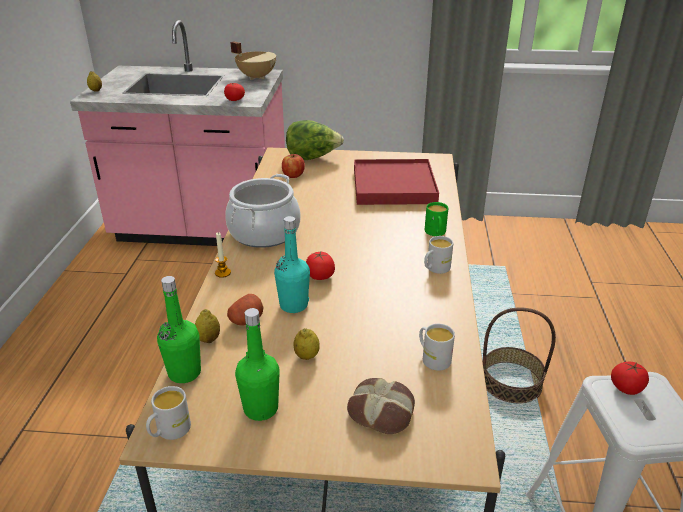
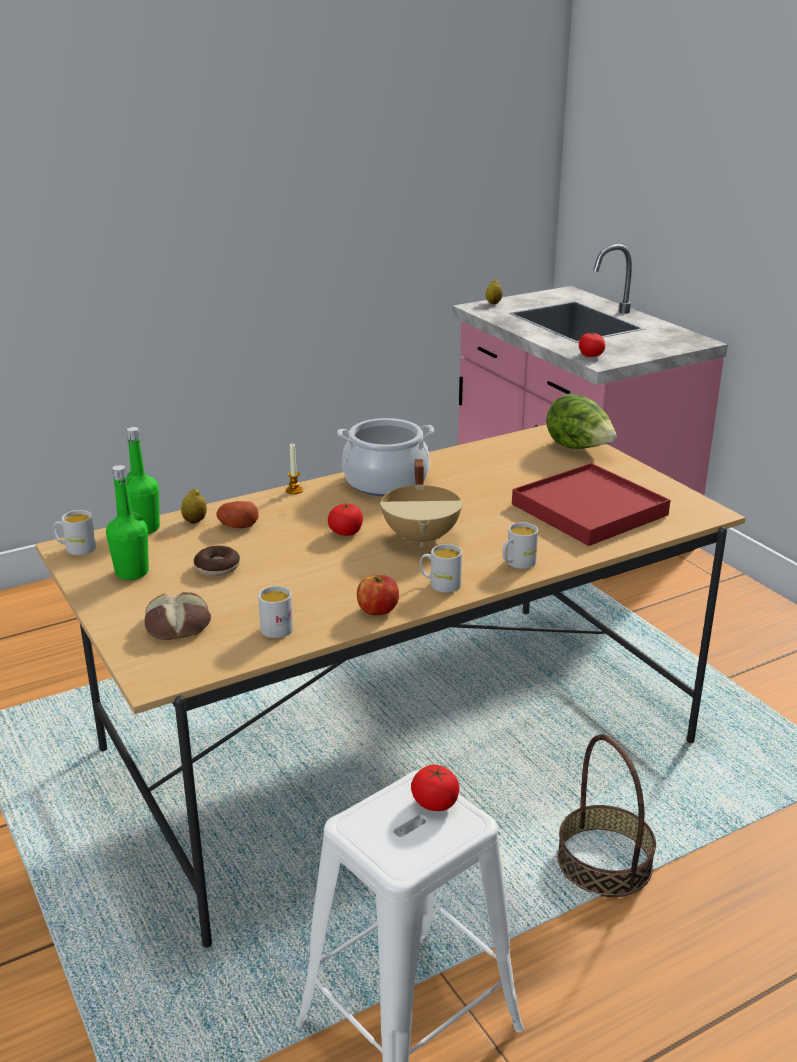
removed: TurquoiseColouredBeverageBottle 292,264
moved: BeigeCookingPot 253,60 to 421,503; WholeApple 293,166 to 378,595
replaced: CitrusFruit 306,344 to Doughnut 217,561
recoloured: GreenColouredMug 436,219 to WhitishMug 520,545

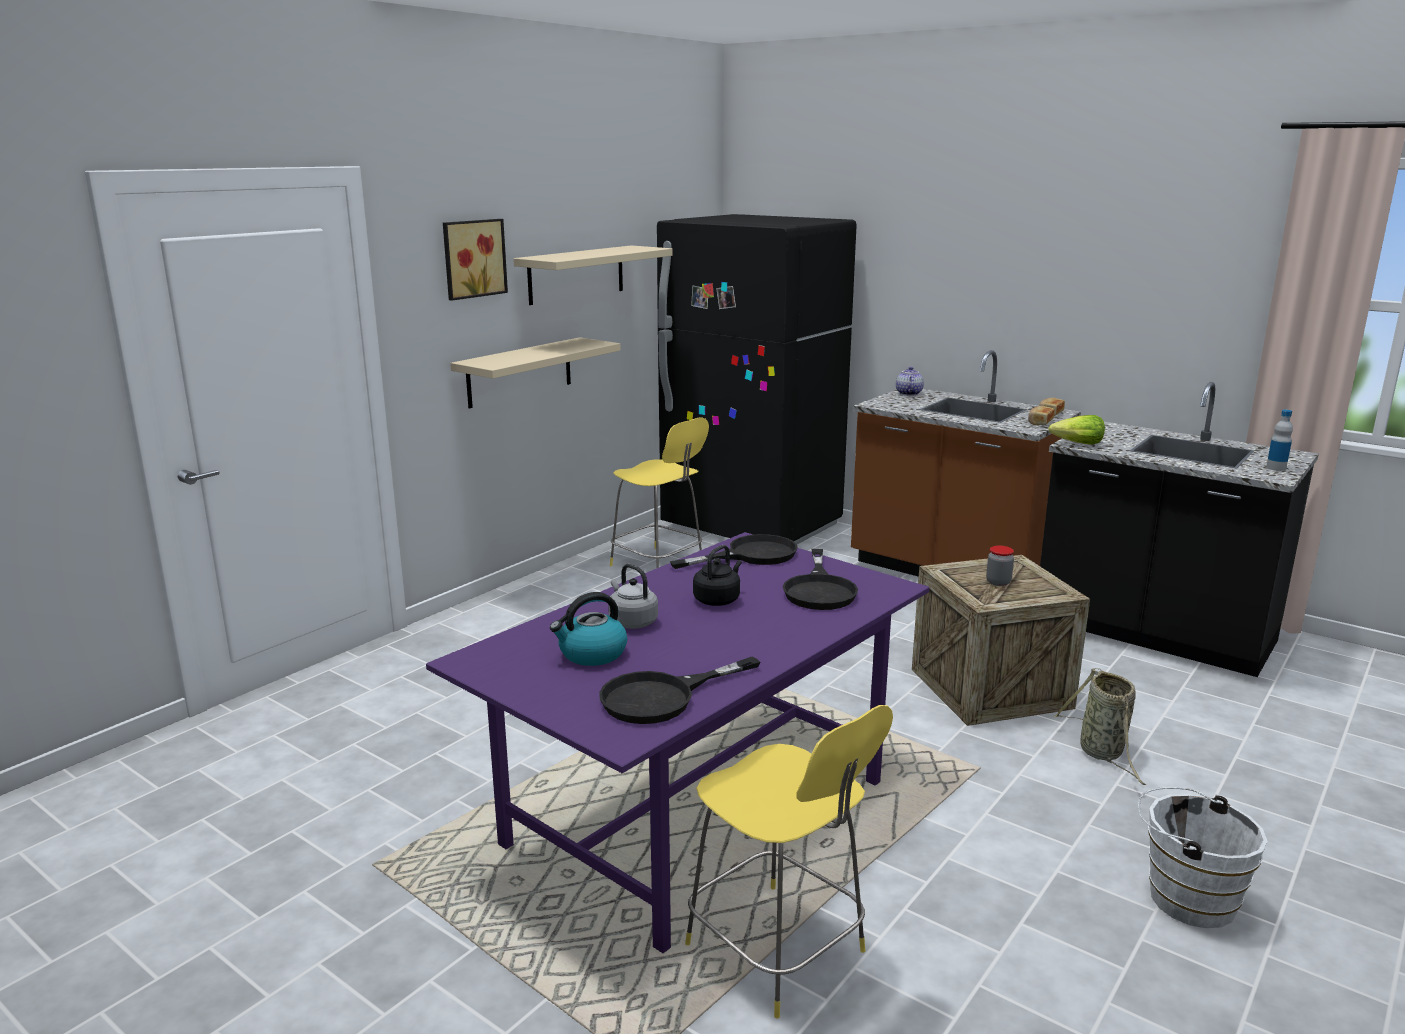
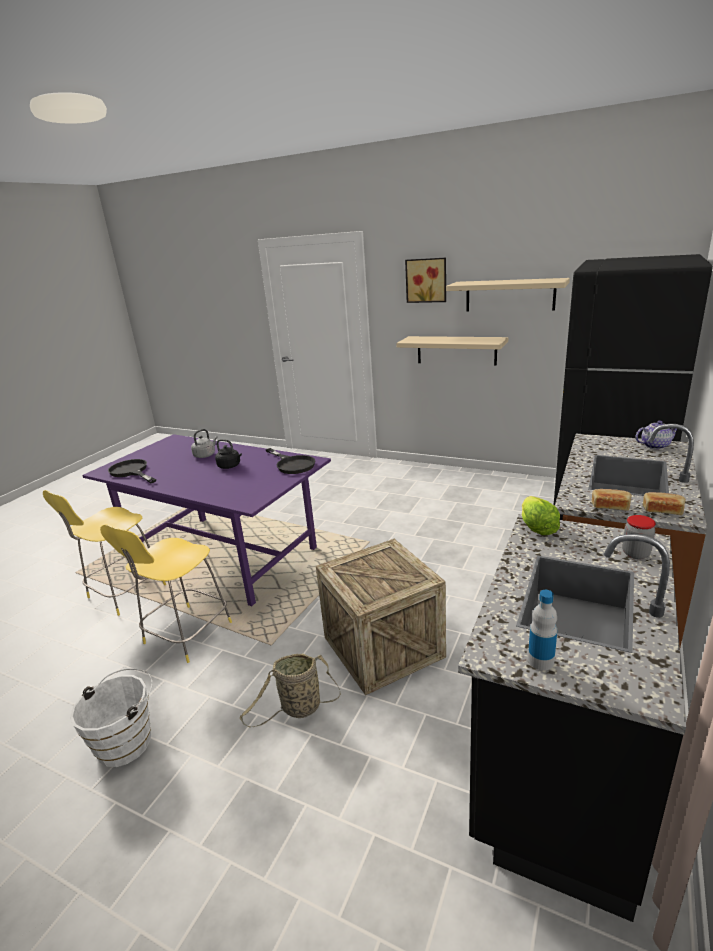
removed: Kettle 588,629; BlackishPan 820,579
moved: YellowColouredStoolSeat 659,493 to 166,594; Jar 1000,566 to 639,537

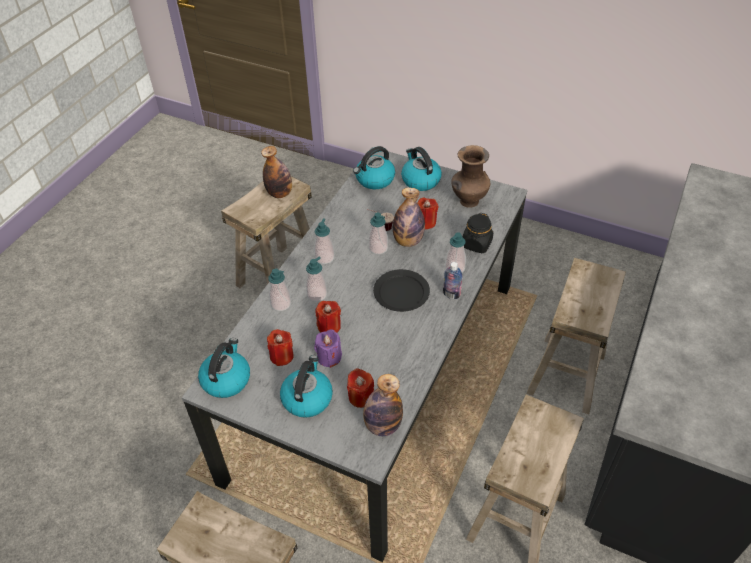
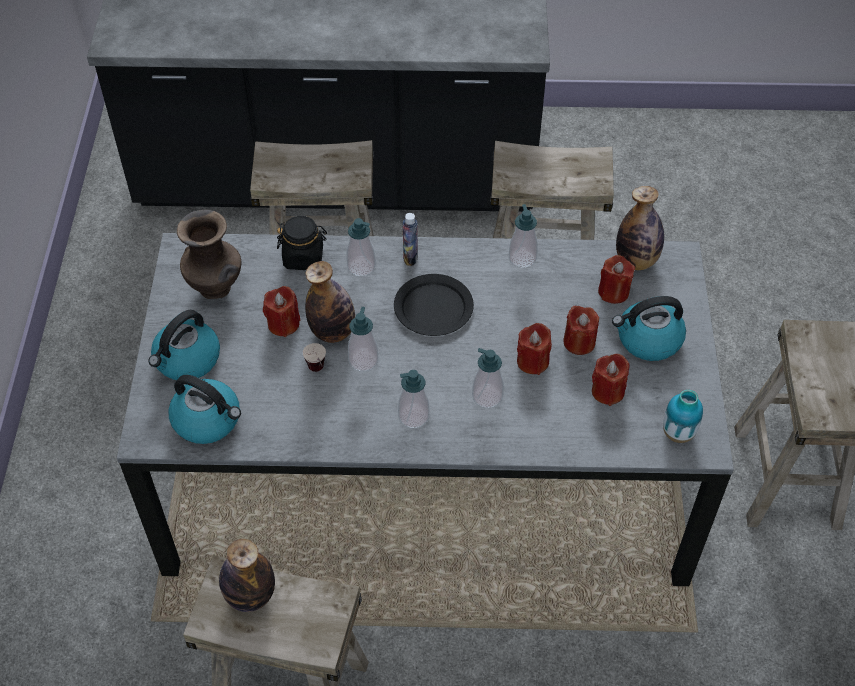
moved: SoapBottle 279,289 to 523,236
replaced: Kettle 224,368 to DecorativeVase 683,416
recoloured: PurplishCandle 328,348 to RedCandle 581,330

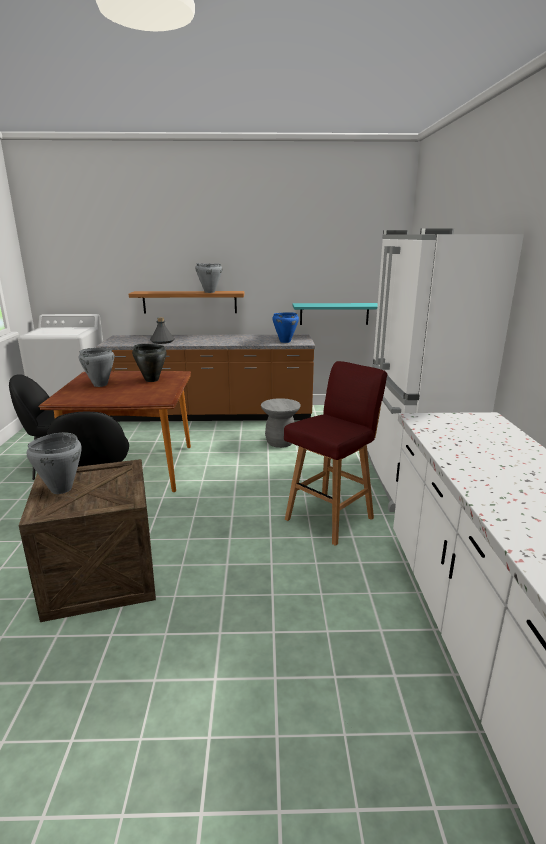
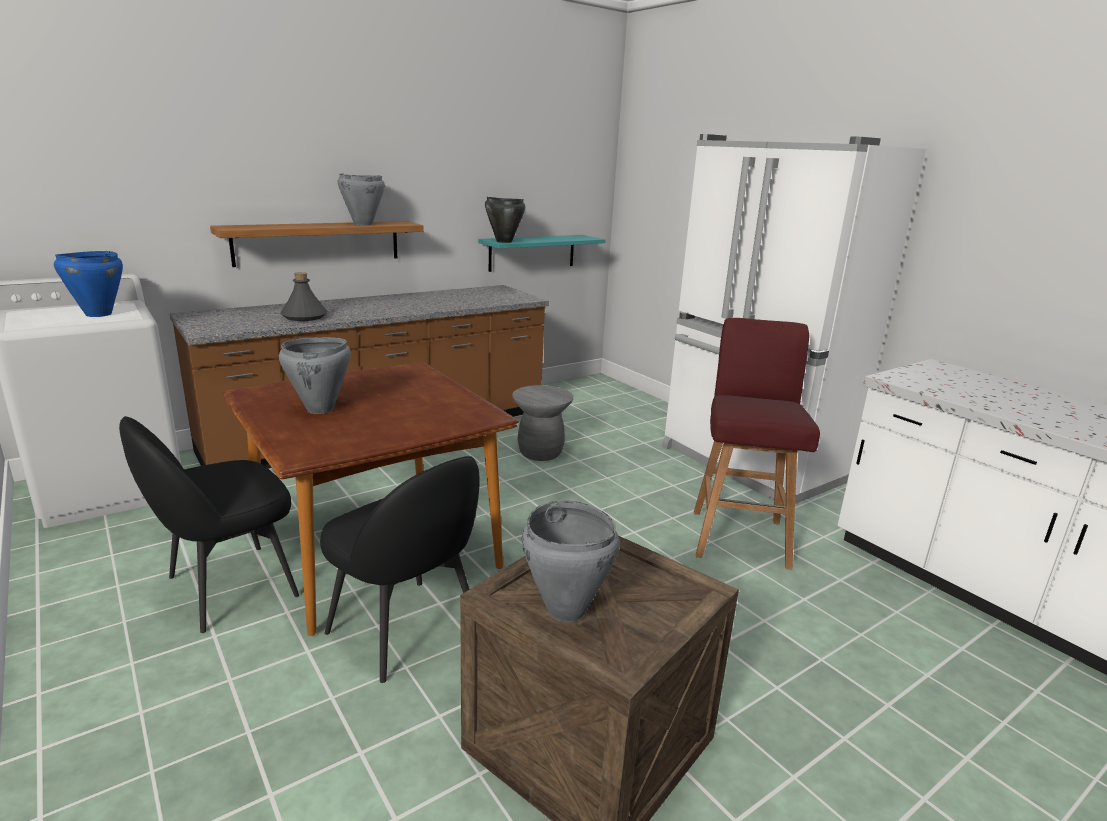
moved: BlackishCookingPot 149,363 to 505,220; BlueColouredCookingPot 285,327 to 88,284

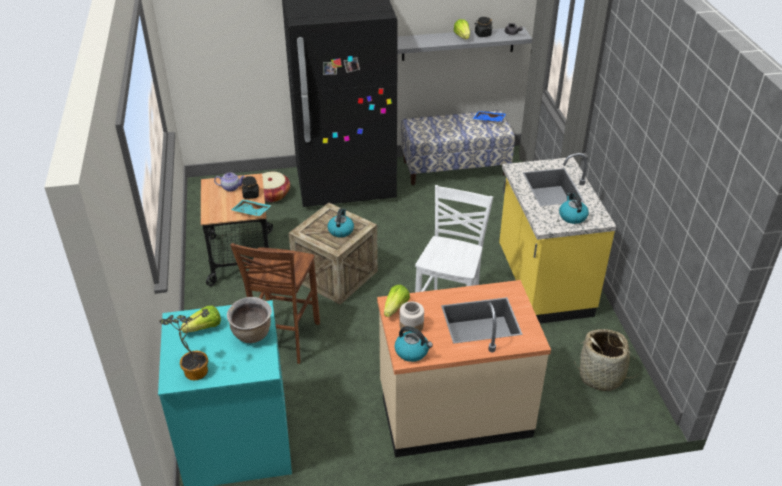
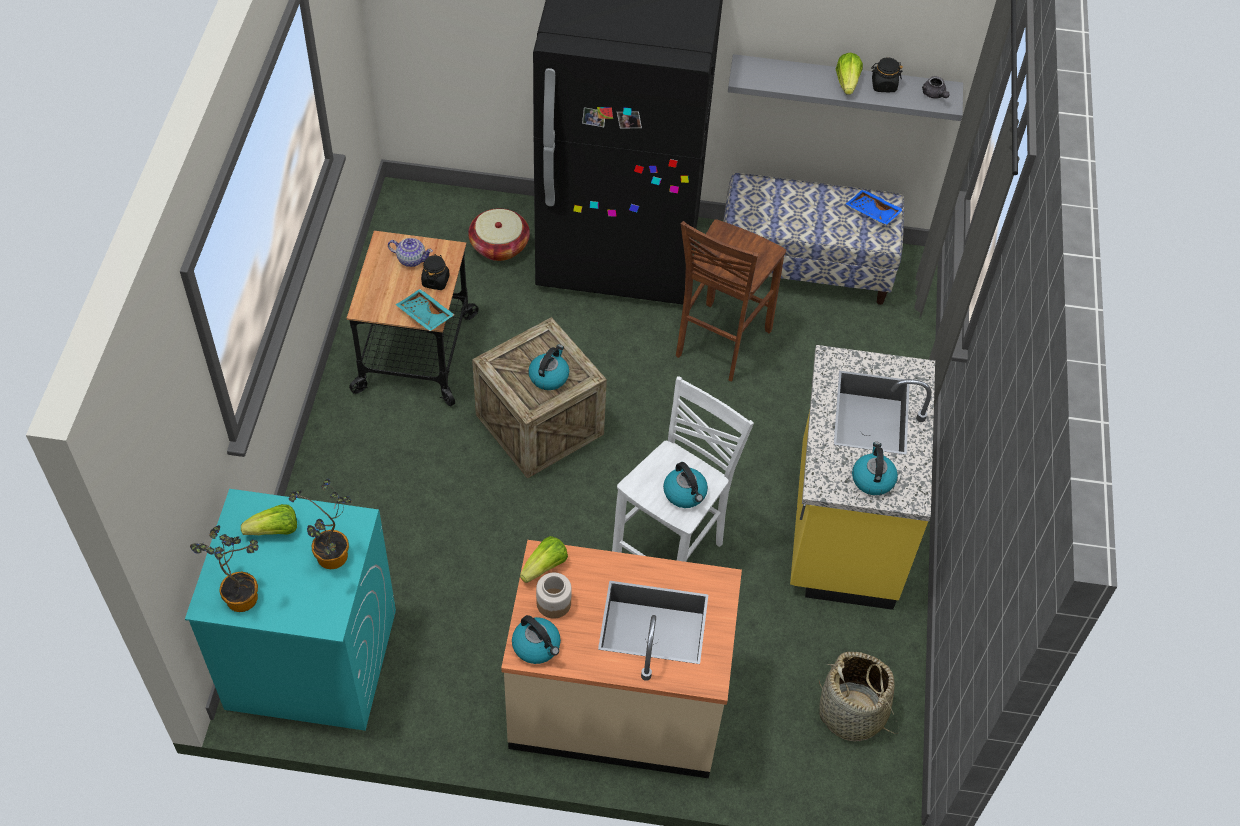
added: Kettle 685,485
moved: BrownishStoolSeat 275,303 to 731,300
replaced: BrownishCookingPot 249,320 to Houseplant 320,524

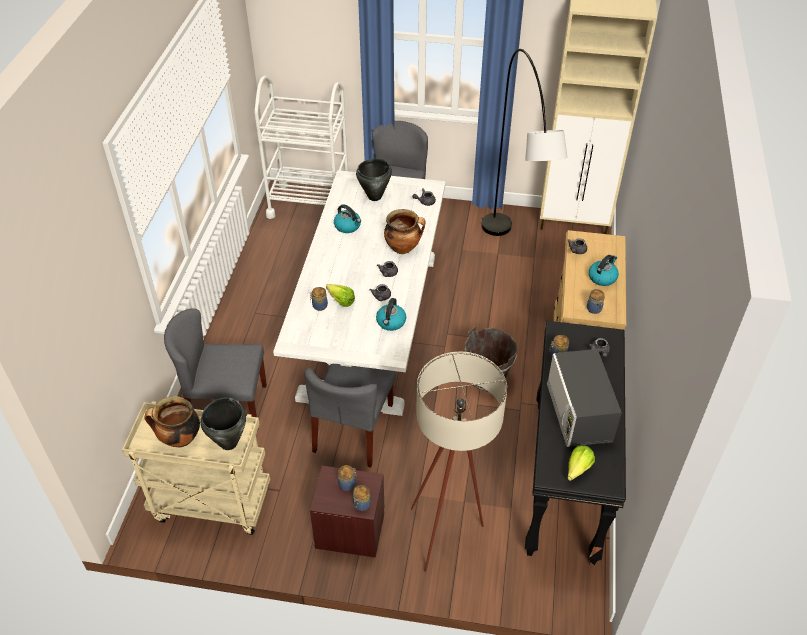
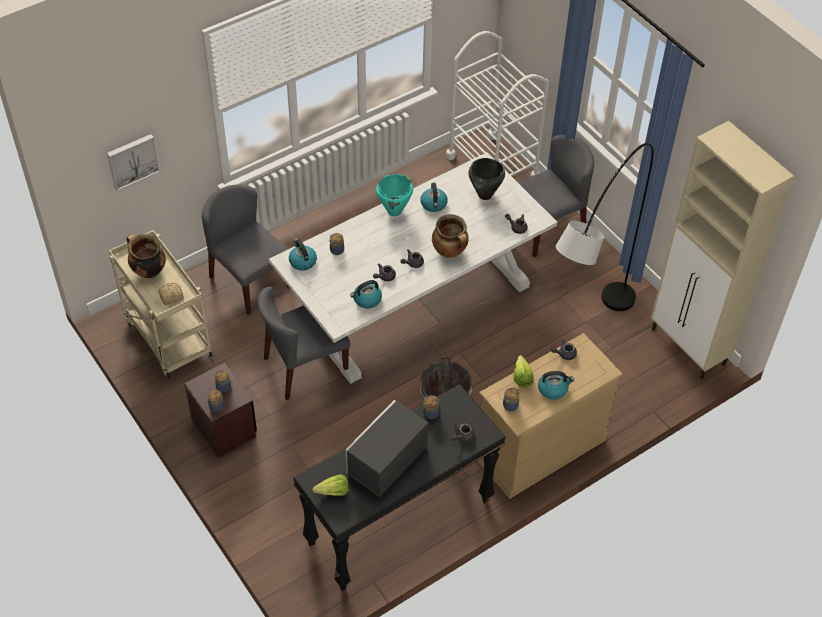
removed: BeigeStandardLamp 459,461
added: WallArt 133,162; Kettle 303,255; TurquoiseColouredCookingPot 394,195
moved: HeadOfLettuce 340,295 to 523,371
replaced: BlackishCookingPot 223,424 to BakeryBread 171,294

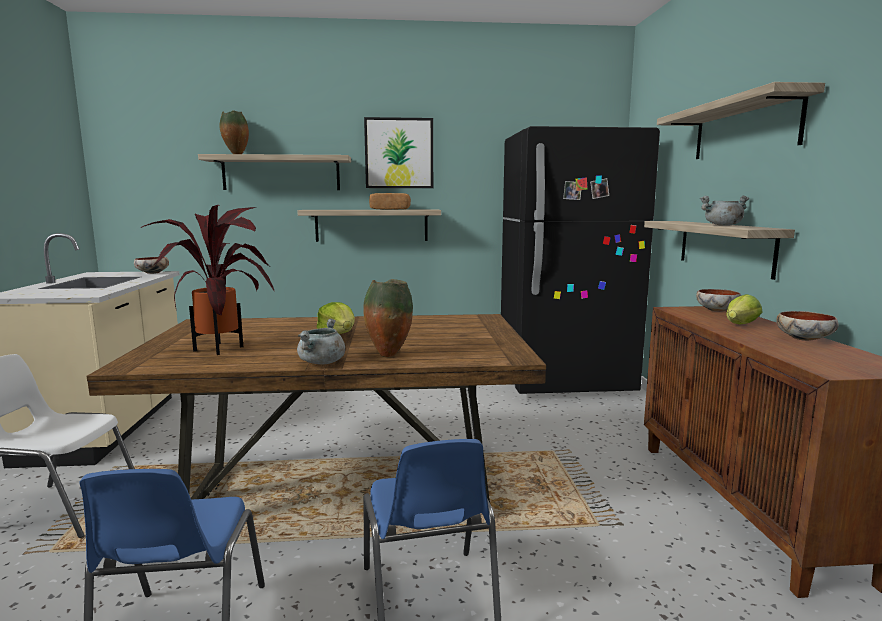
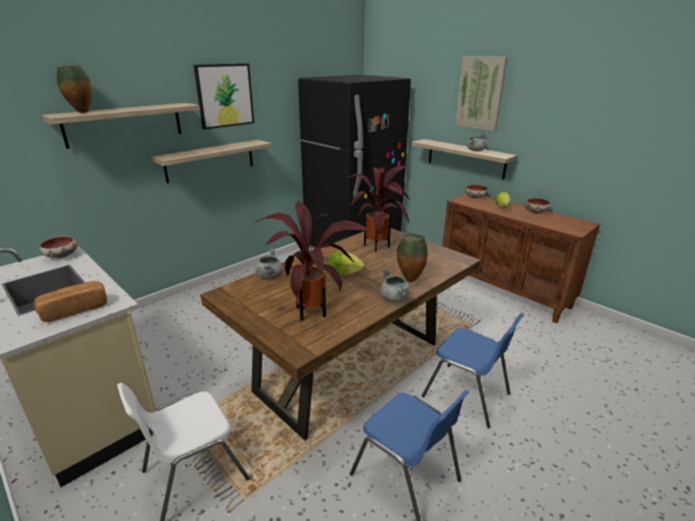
added: GrayCookingPot 269,264; Houseplant 377,209
moved: BakeryBread 390,201 to 70,301
replaced: Shelf 741,120 to WallArt 481,93

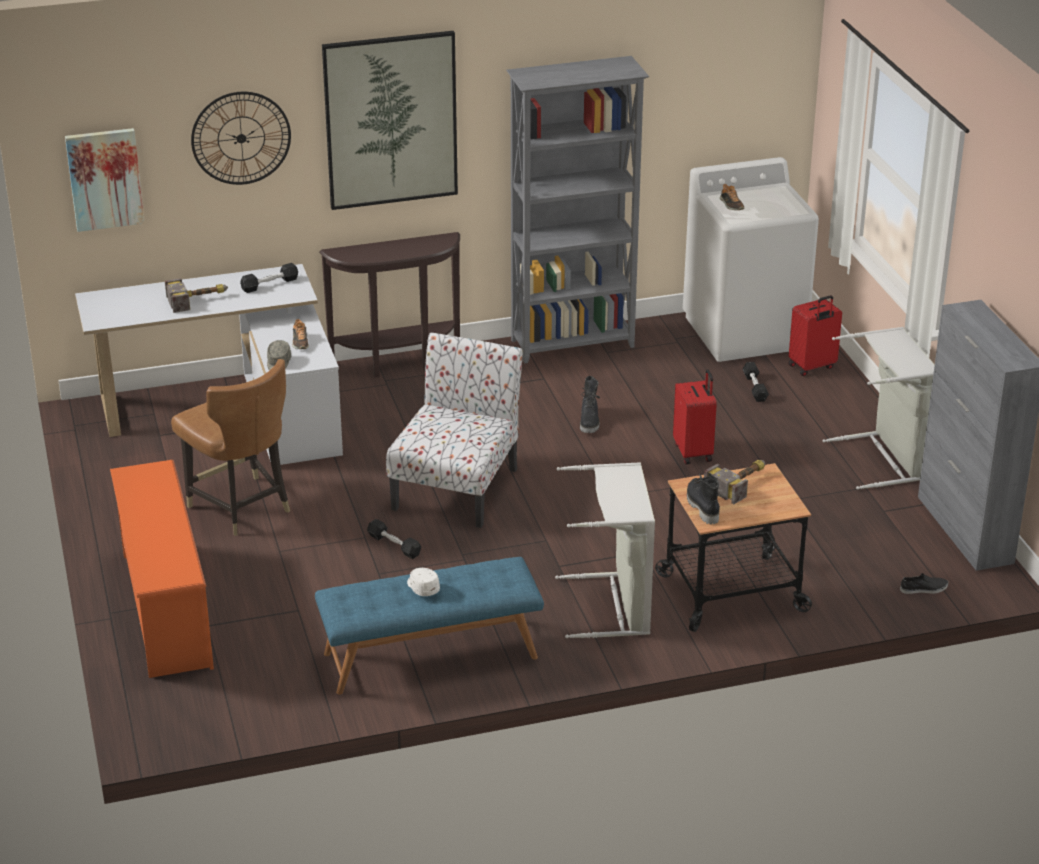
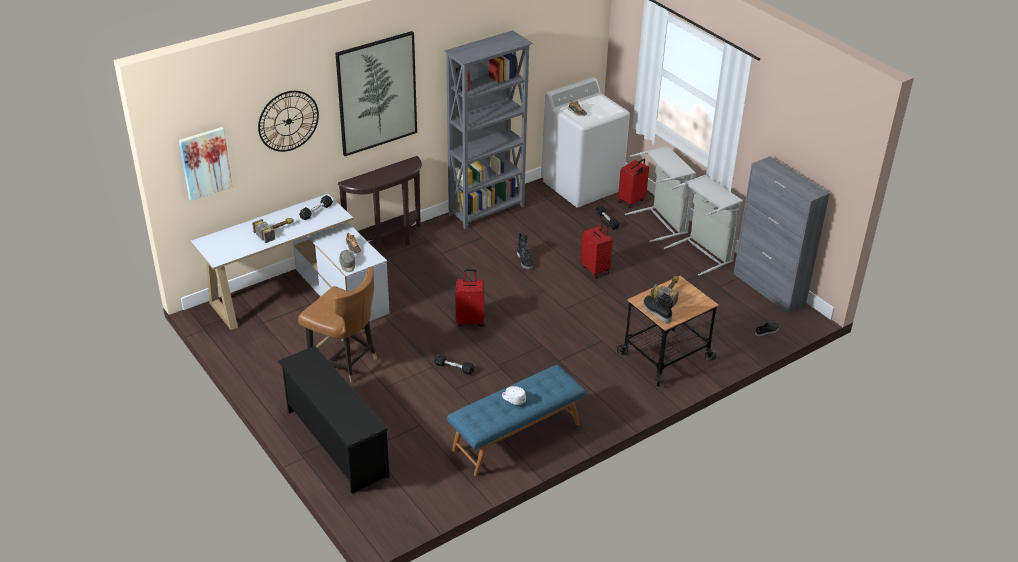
moved: GrayLaundryBasket 605,550 to 660,194
replaced: Chair 454,430 to RedPieceOfLuggage 470,298
recoloured: OrangeShoeShelf 162,569 to BlackishShoeShelf 334,419

